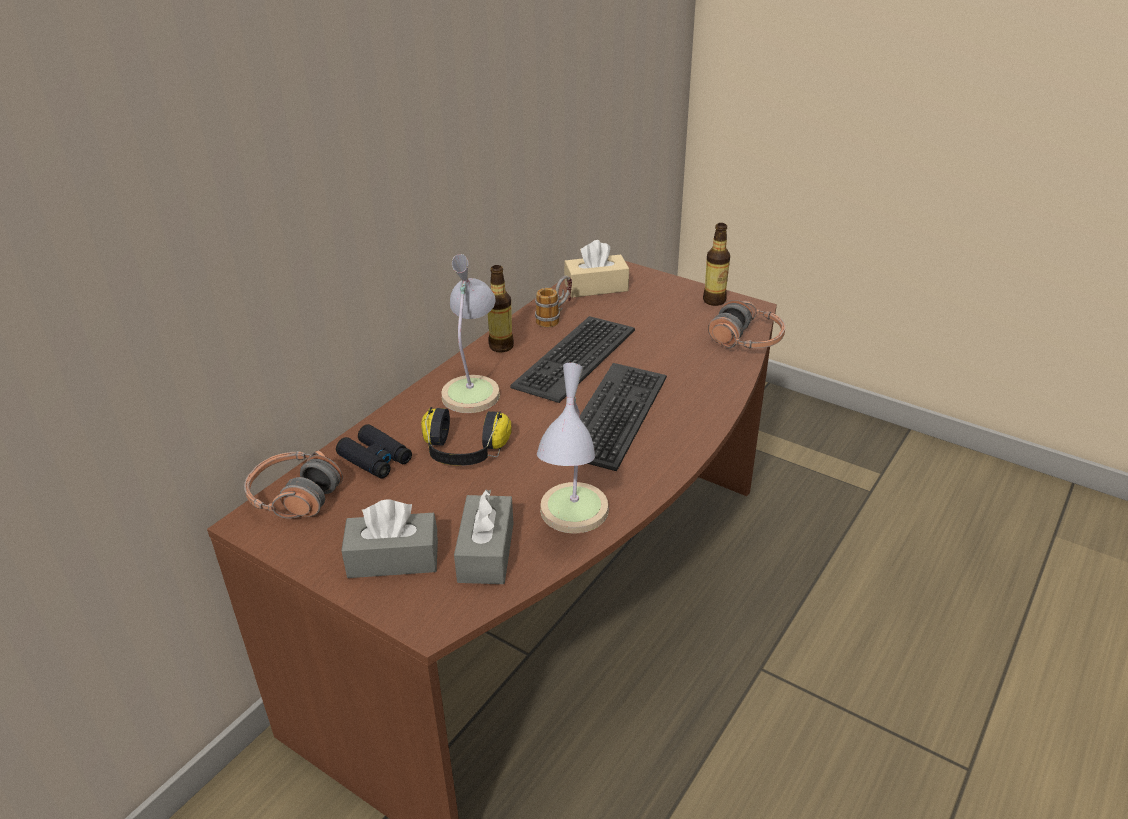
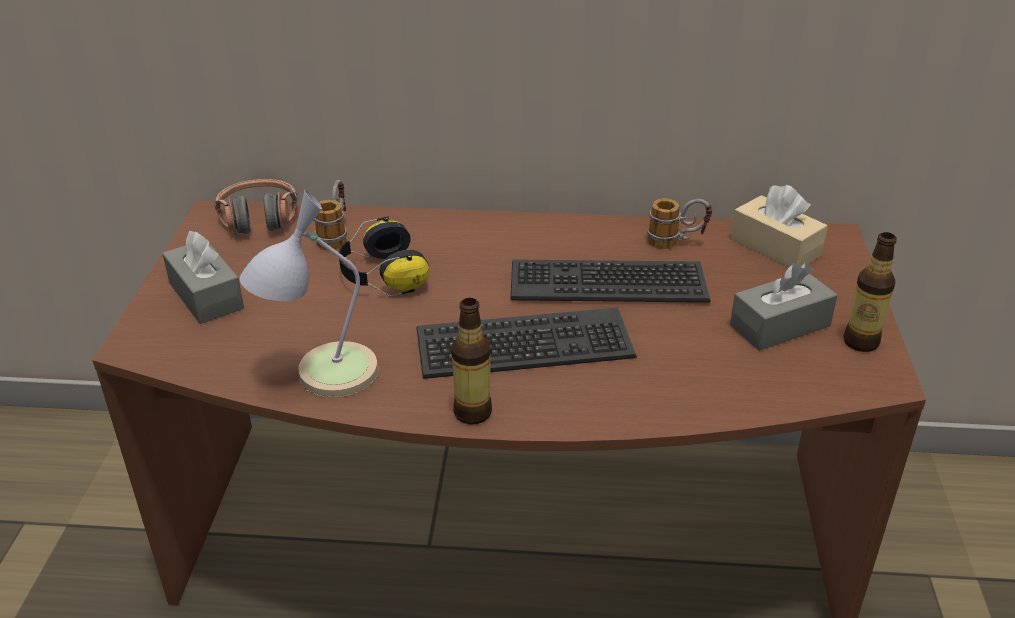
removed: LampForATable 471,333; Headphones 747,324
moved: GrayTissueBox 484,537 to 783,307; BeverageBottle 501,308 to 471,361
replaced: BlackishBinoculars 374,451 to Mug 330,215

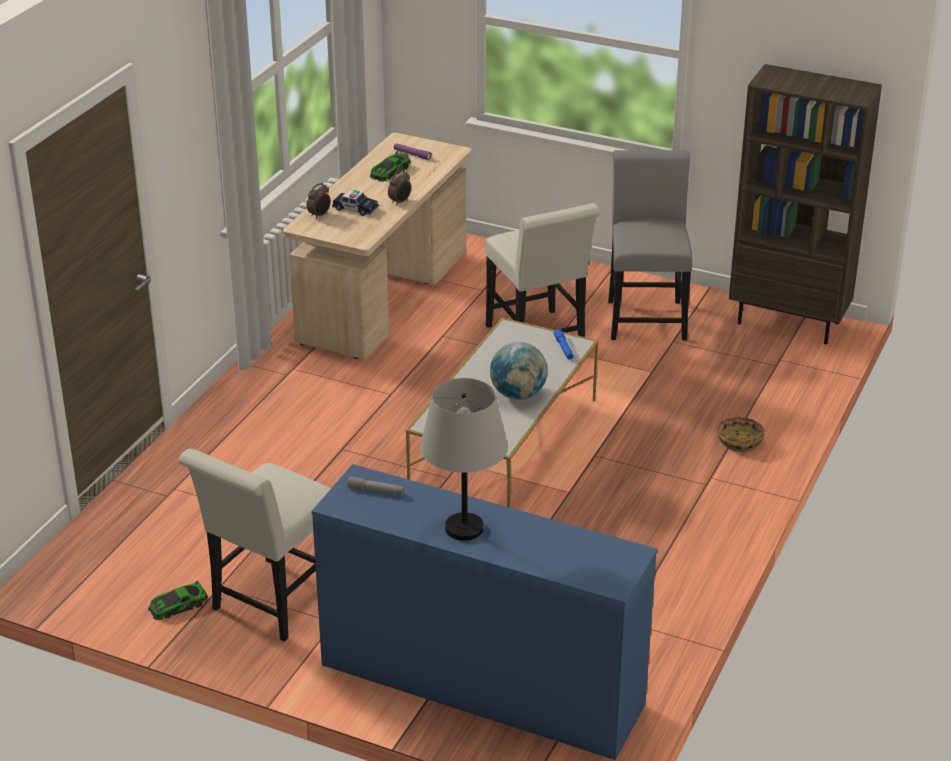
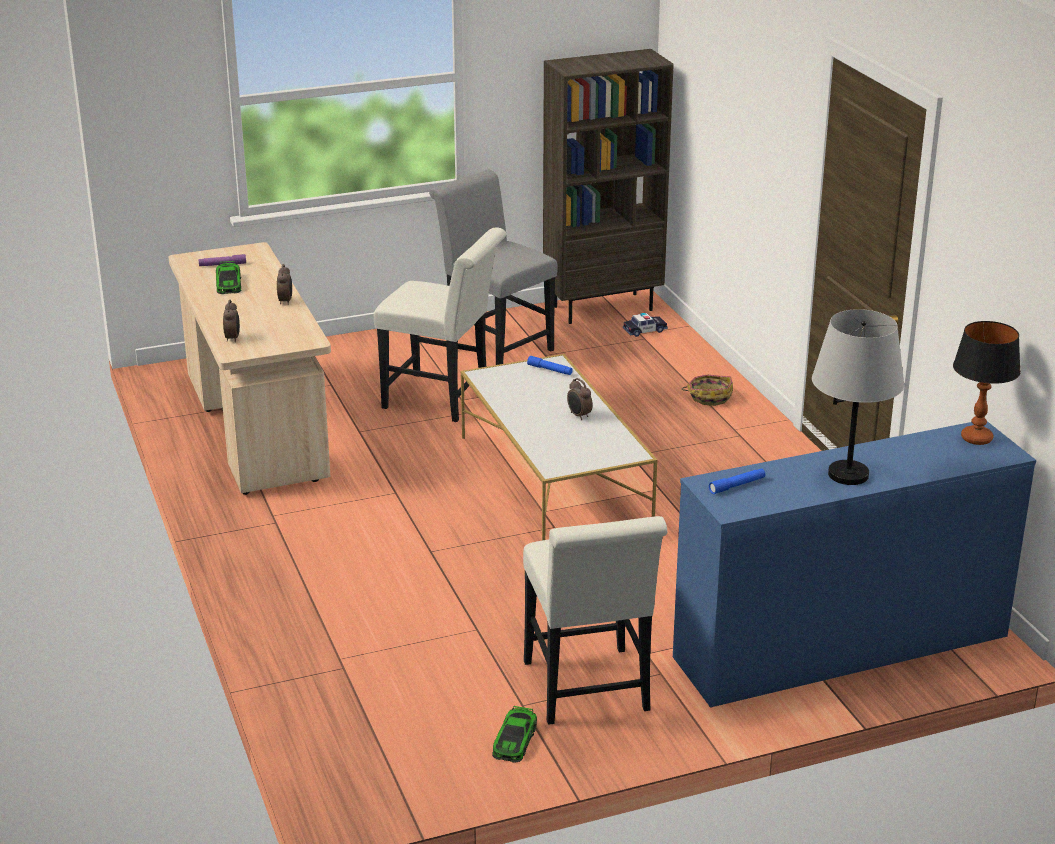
added: LampForATable 987,383
moved: ToyCar 355,203 to 645,325
replaced: DeskGlobe 519,371 to AlarmClock 580,399
recoloured: GrayHandTorch 375,485 to BlueColouredHandTorch 737,481

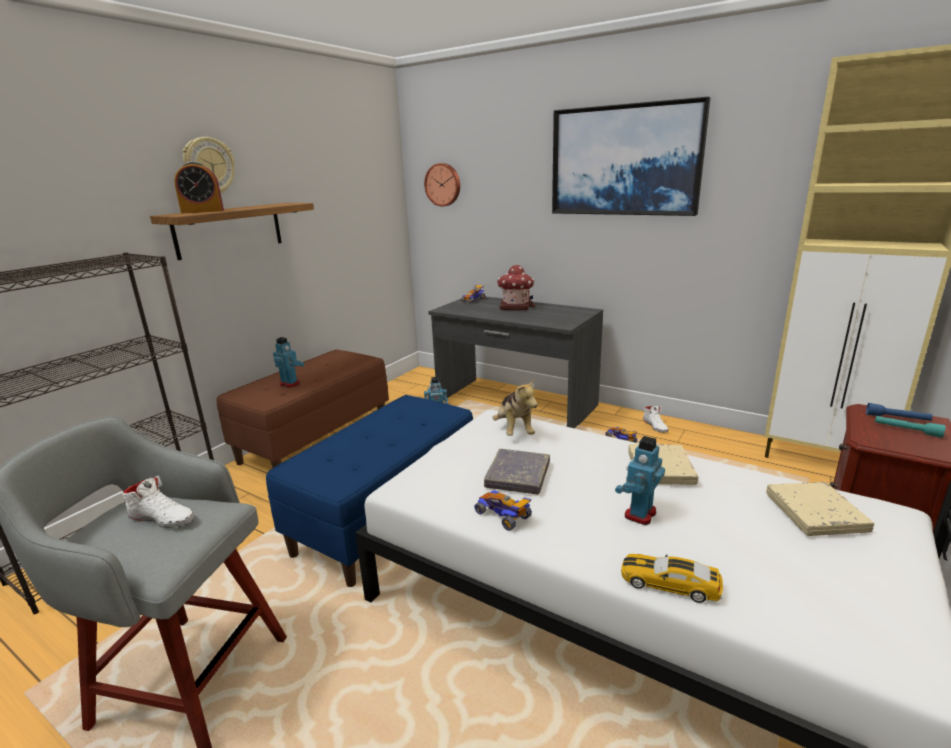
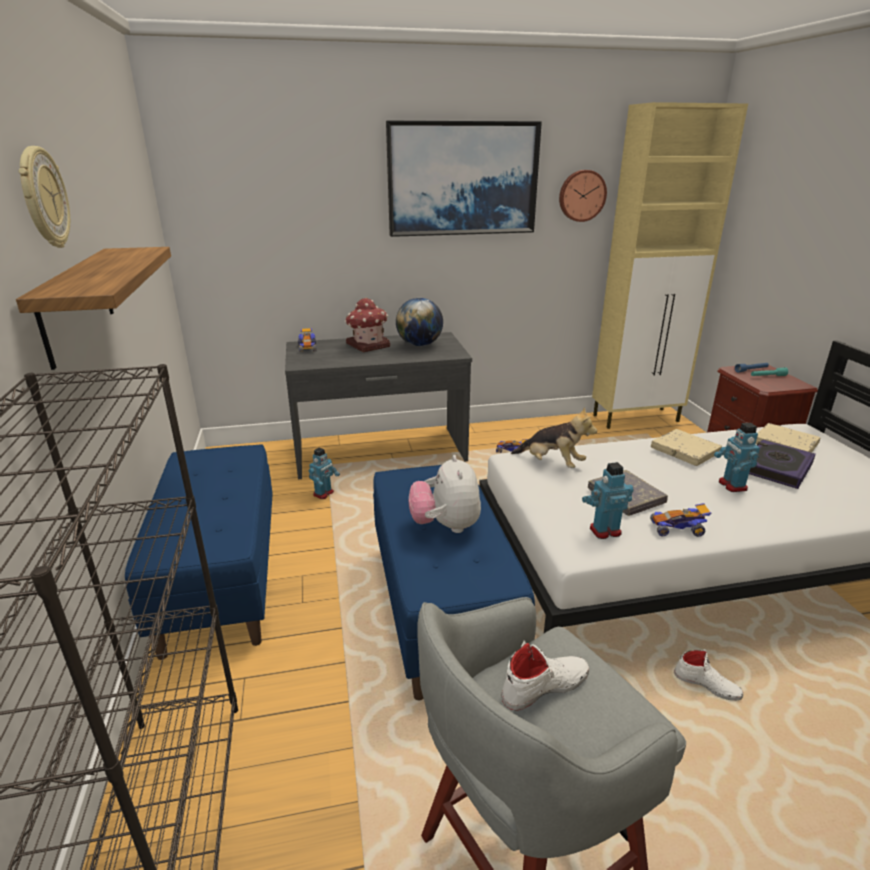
removed: AlarmClock 199,188; ToyCar 672,578
added: DeskGlobe 419,322; CuddlyToy 445,494; Book 782,464
moved: ToyRobot 288,362 to 608,500; ClockOnTheWall 442,185 to 583,196; WhitishLowShoe 655,419 to 708,675
recoloured: BrownishBench 302,408 to BlueColouredBench 199,552

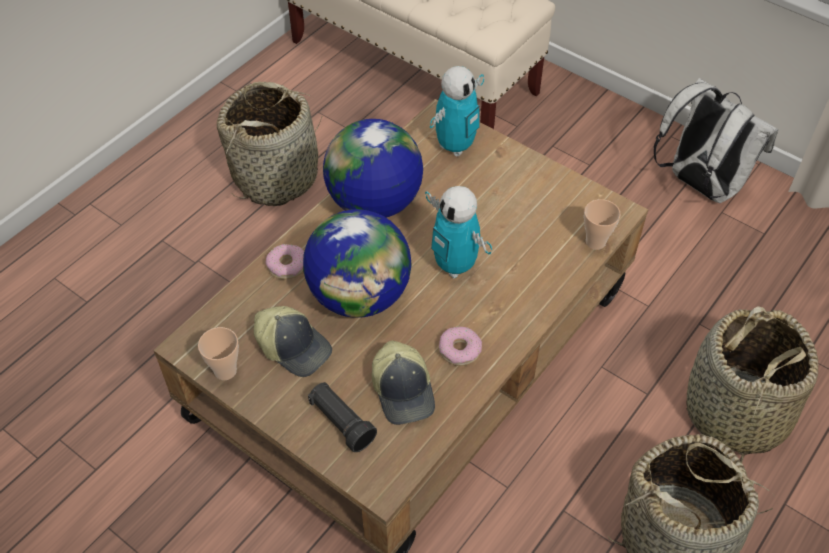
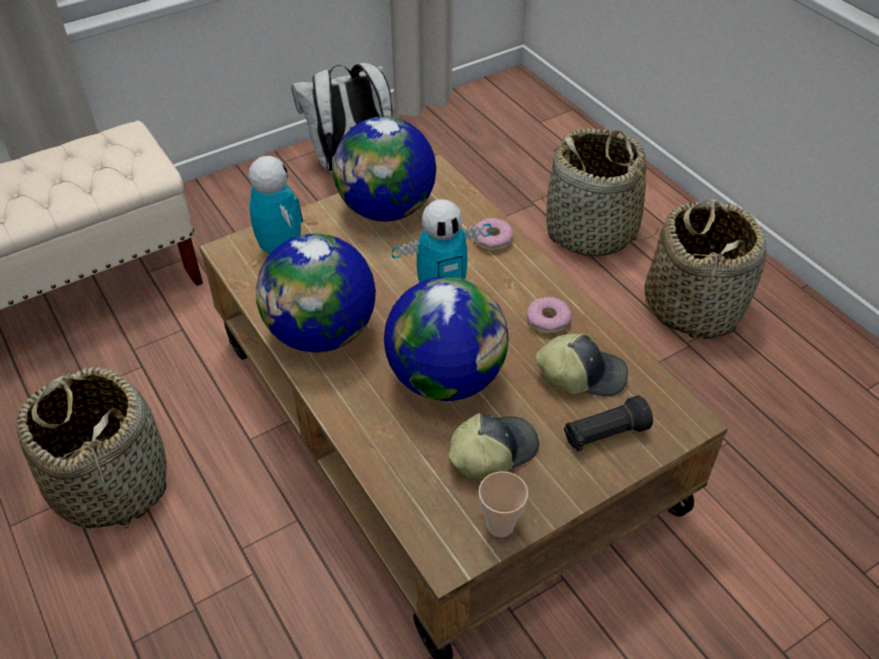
removed: Cup 602,224
added: DeskGlobe 384,168
moved: Doughnut 285,262 to 493,234

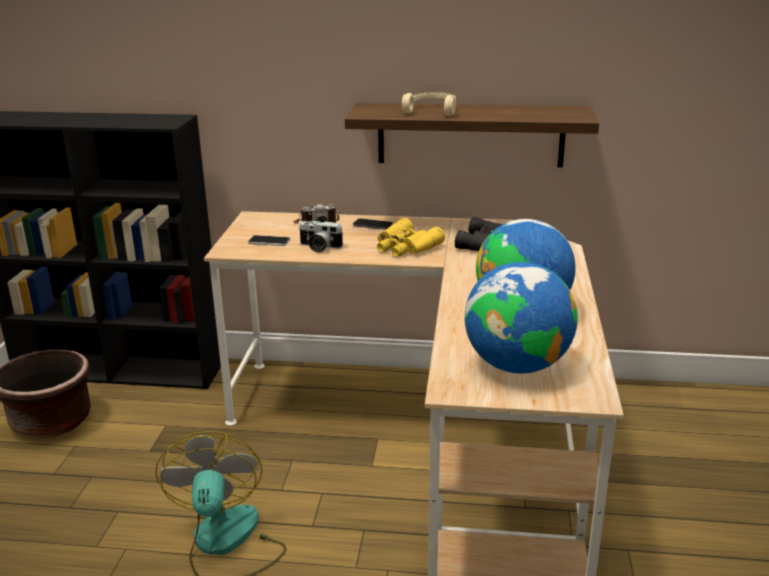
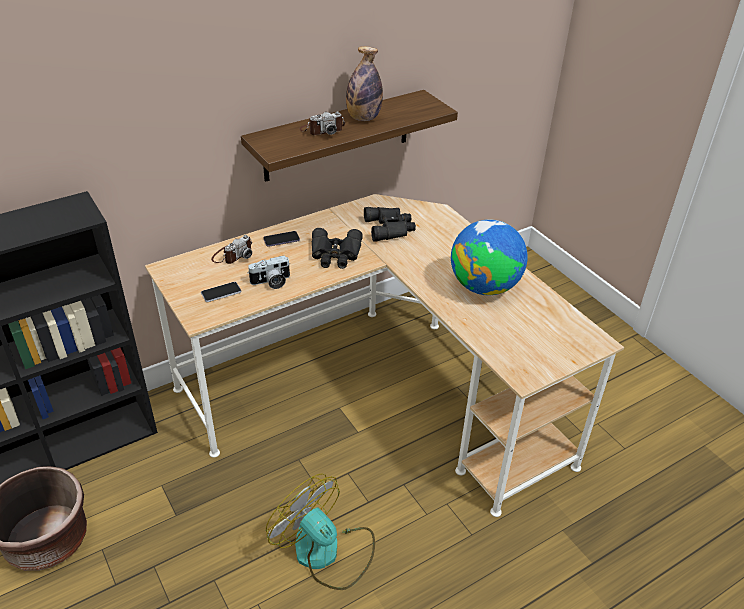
removed: DeskGlobe 521,317
added: BeverageBottle 364,83
replaced: BeigeHeadphones 429,104 to PhotoCamera 322,123
recoloured: YellowColouredBinoculars 411,237 to BlackishBinoculars 337,248

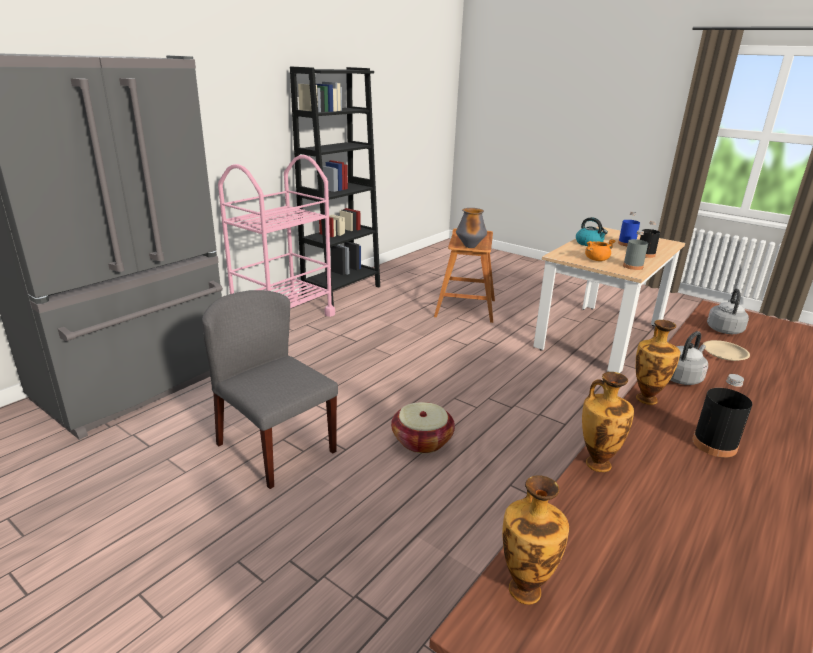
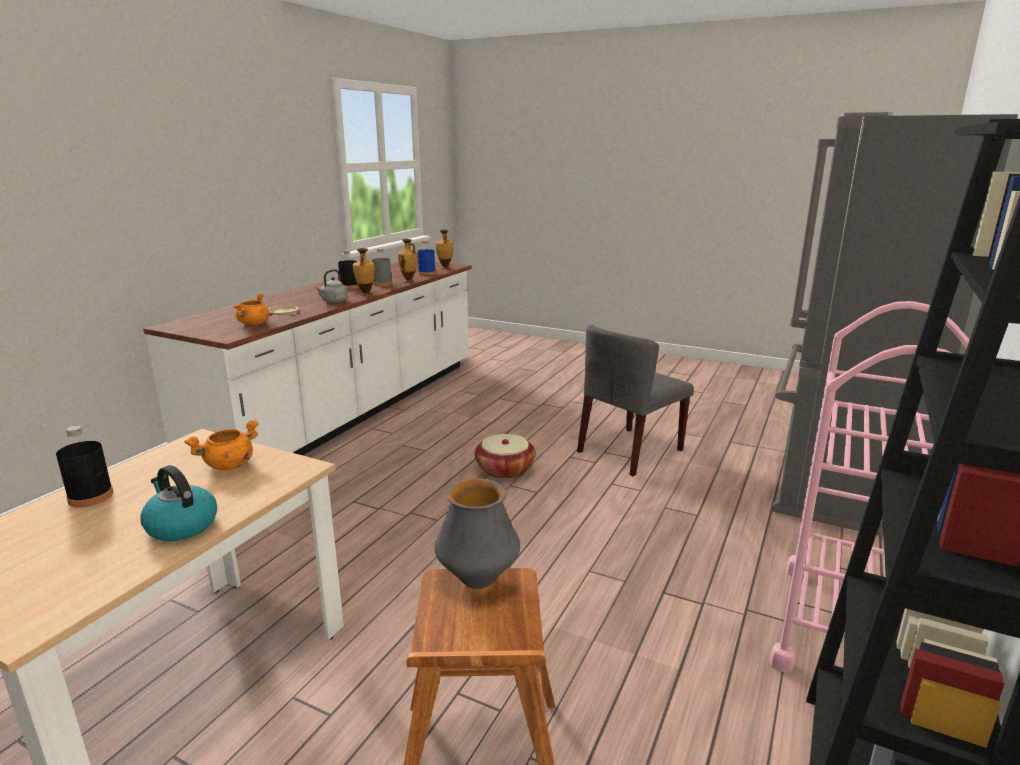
moved: BlueColouredBeverageBottle 629,228 to 427,258; GrayBeverageBottle 635,250 to 382,267
replaced: GrayKettle 728,311 to OrangeCookingPot 251,309
turned: GrayChair 270,389 = 635,400 105 degrees clockwise

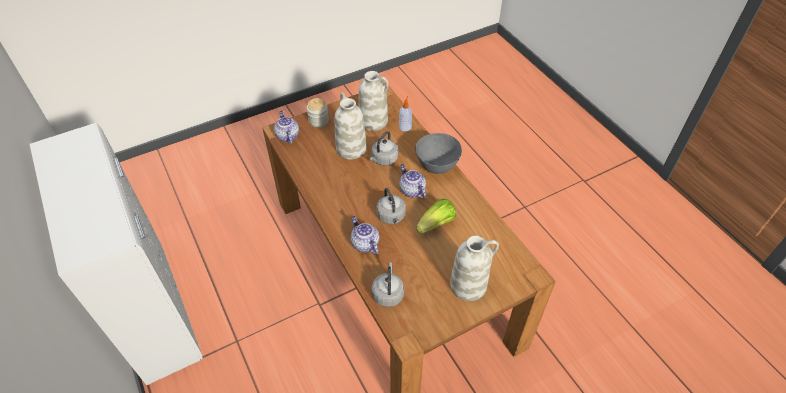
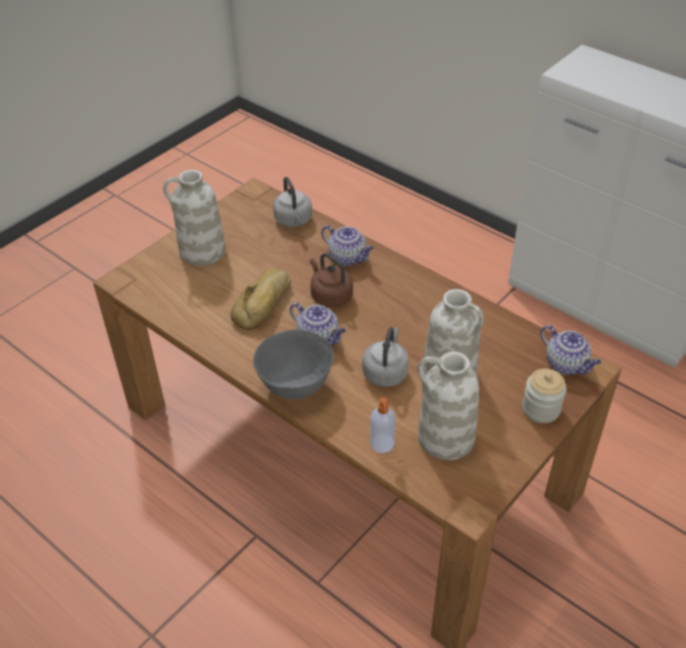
replaced: HeadOfLettuce 436,216 to BakeryBread 260,299
recoloured: GrayKettle 391,206 to BrownishKettle 331,280

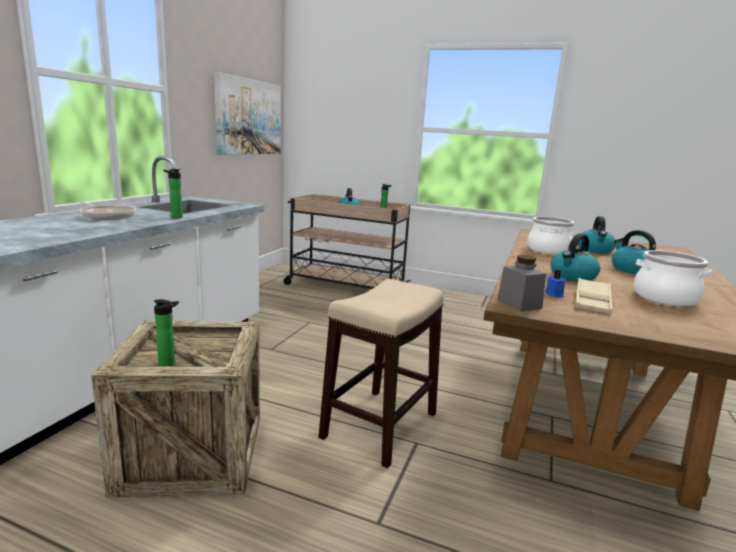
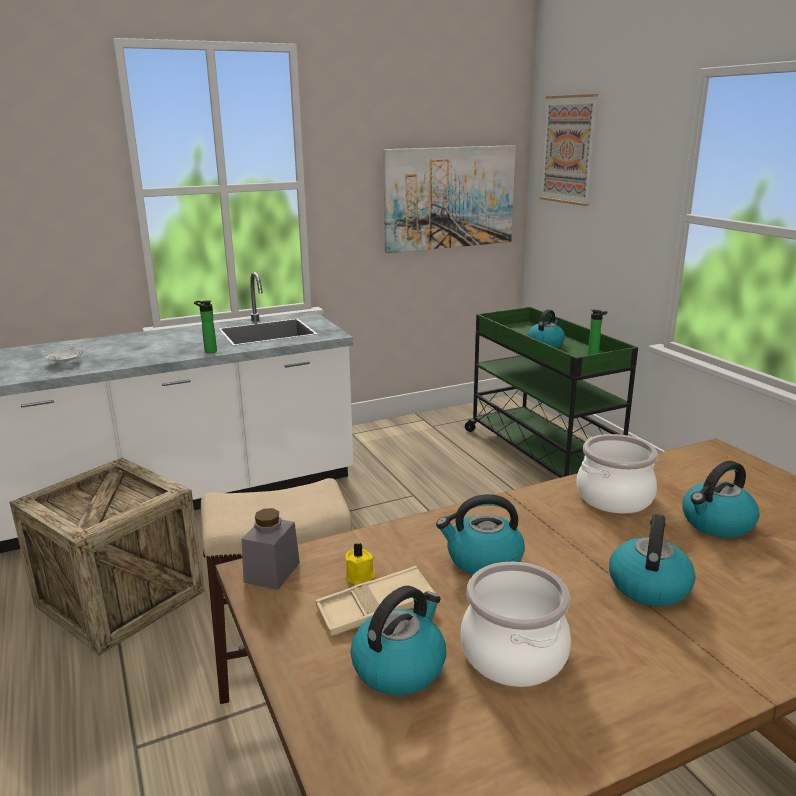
removed: Pan 108,211; BeverageBottle 166,332
added: WhitishFlatDish 63,353; Kettle 398,640; WallArt 569,150
recoloured: BeigeTrolley 347,241 to GreenColouredTrolley 551,392; BlueColouredCandle 555,283 to YellowColouredCandle 360,564

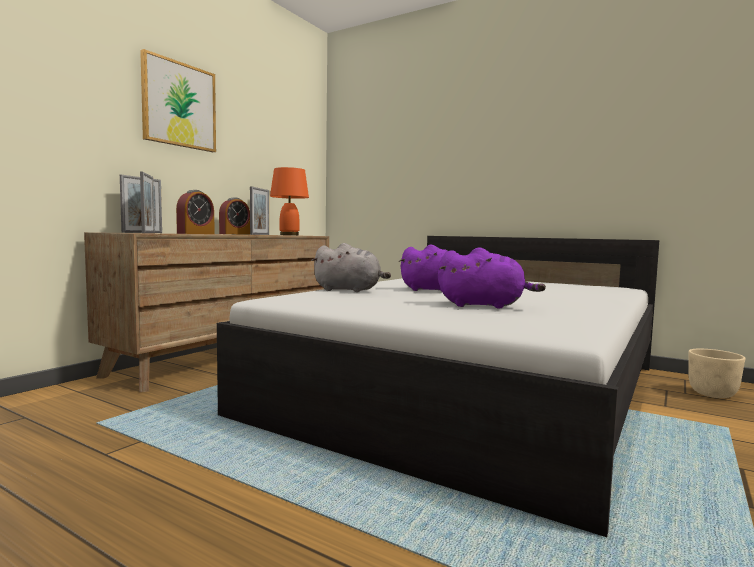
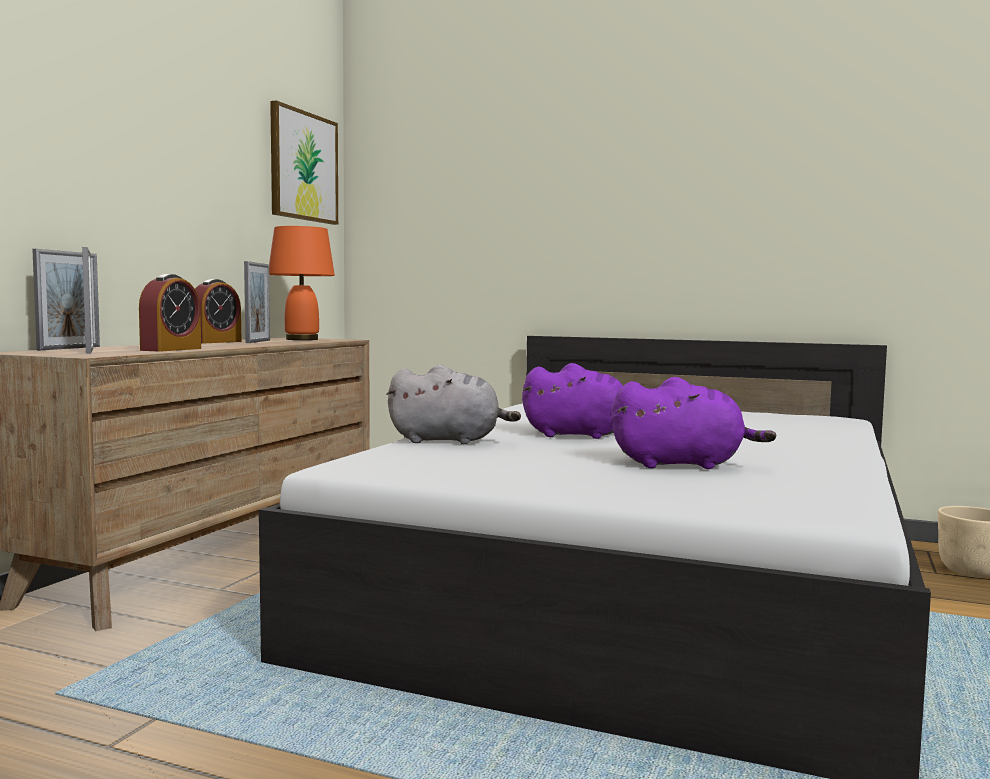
moved: WallArt 178,100 to 304,162

